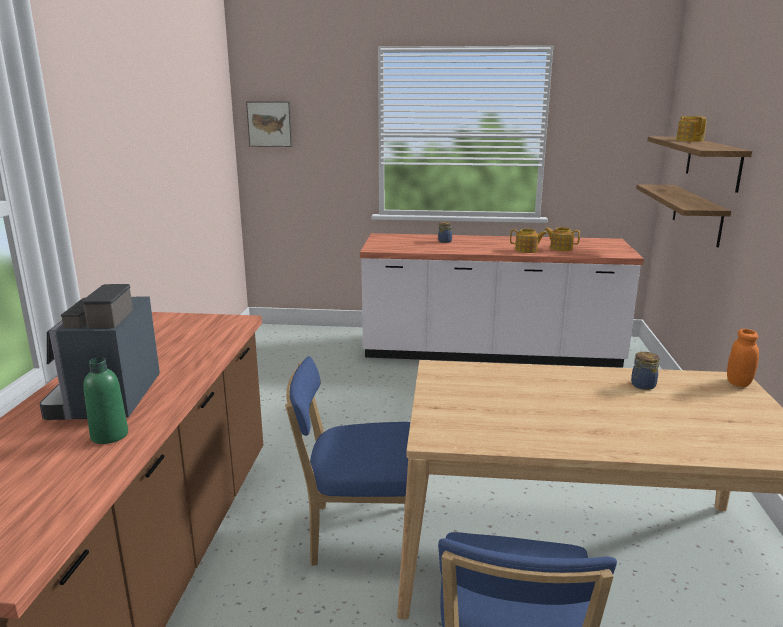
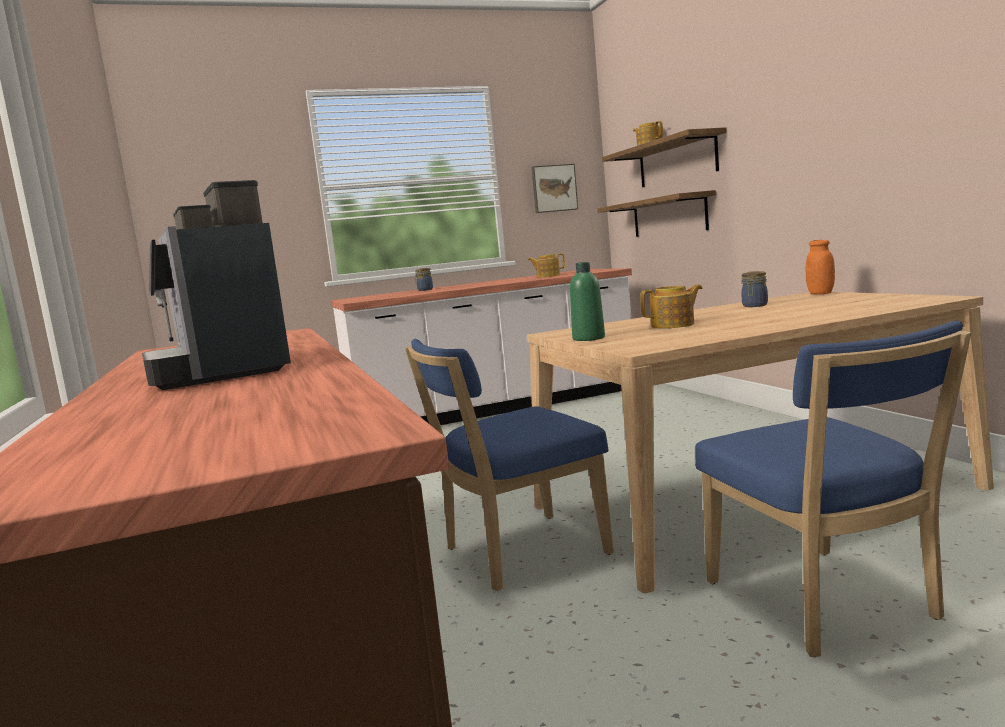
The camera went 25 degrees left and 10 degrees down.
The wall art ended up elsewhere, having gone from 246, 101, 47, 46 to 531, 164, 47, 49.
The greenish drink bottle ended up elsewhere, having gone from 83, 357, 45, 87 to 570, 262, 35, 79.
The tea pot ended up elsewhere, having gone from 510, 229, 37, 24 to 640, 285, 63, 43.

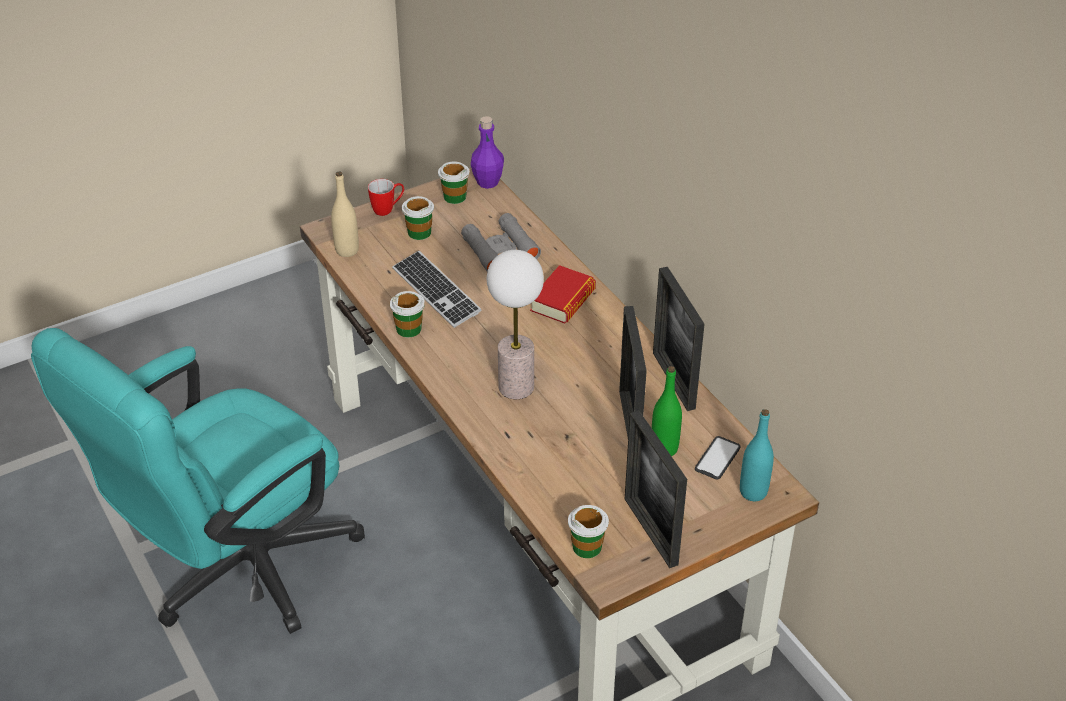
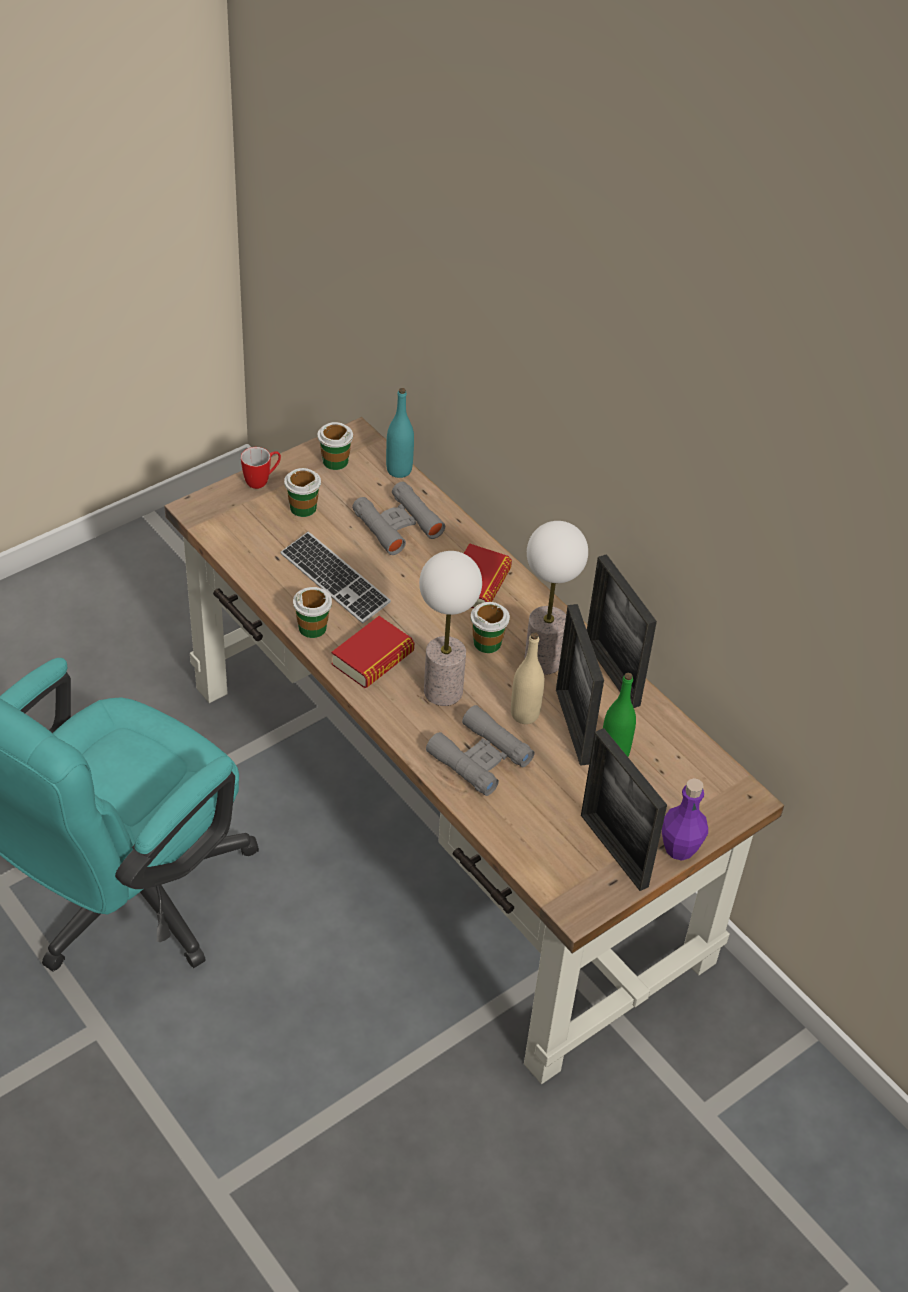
The camera went 10 degrees left and 5 degrees up.
The second view gained the volume at 331, 616, 83, 72.
The blue-green drink bottle ended up elsewhere, having gone from 740, 409, 34, 92 to 386, 388, 28, 90.
The second view gained the grey pair of binoculars at 426, 705, 109, 91.
The cup ended up elsewhere, having gone from 568, 505, 41, 53 to 471, 602, 39, 51.
The sand-coloured drink bottle ended up elsewhere, having gone from 331, 172, 28, 85 to 511, 632, 33, 92.
The second view gained the table lamp at 524, 521, 64, 154.
The purplish drink bottle ended up elsewhere, having gone from 471, 116, 33, 73 to 662, 778, 46, 83.
The second view lost the phone at 695, 436, 45, 44.

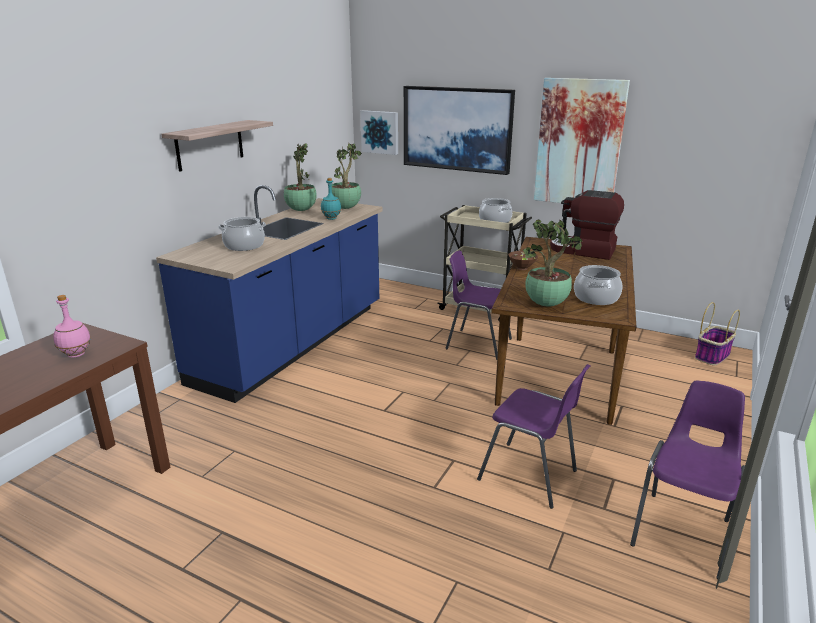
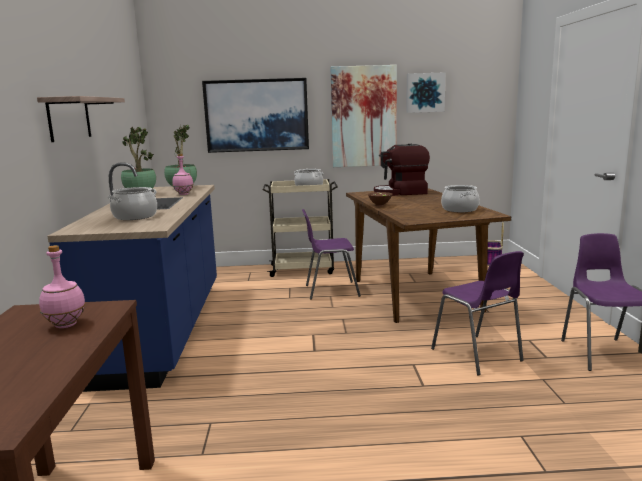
The camera went 30 degrees left and 10 degrees down.
What was the blue-green drink bottle at 321, 178, 20, 42 turned into the pink drink bottle at 172, 154, 22, 41.
The wall art ended up elsewhere, having gone from 360, 110, 38, 45 to 406, 72, 39, 41.
The purplish upright chair at 477, 364, 113, 145 ended up facing another way, 60 degrees clockwise from before.
The second view lost the plant in a pot at 523, 220, 60, 87.

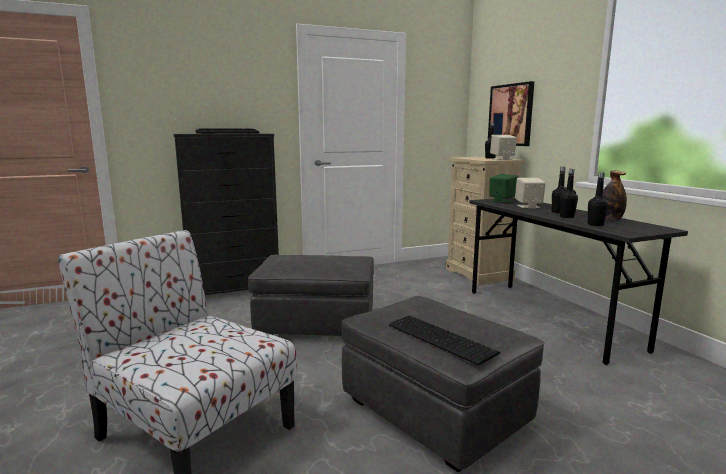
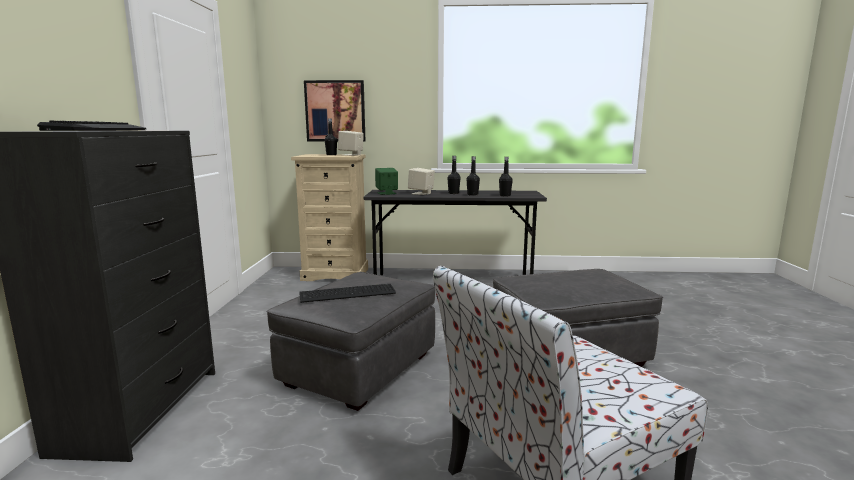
The camera went 65 degrees left and 0 degrees up.
The computer keyboard ended up elsewhere, having gone from 389, 315, 111, 50 to 299, 284, 97, 19.
The second view lost the drink bottle at 603, 170, 24, 51.

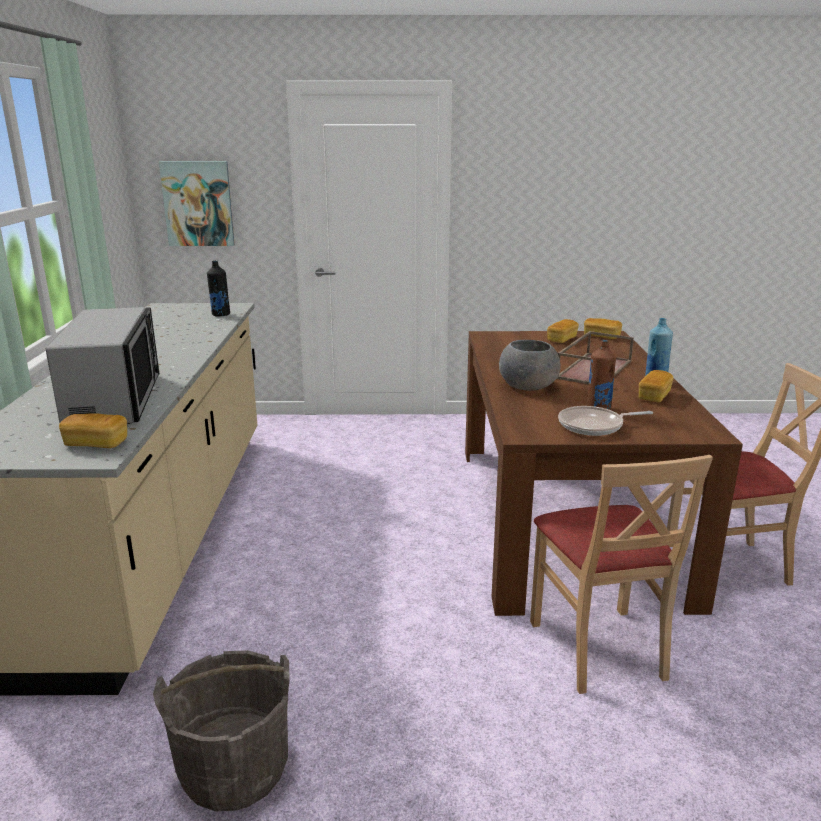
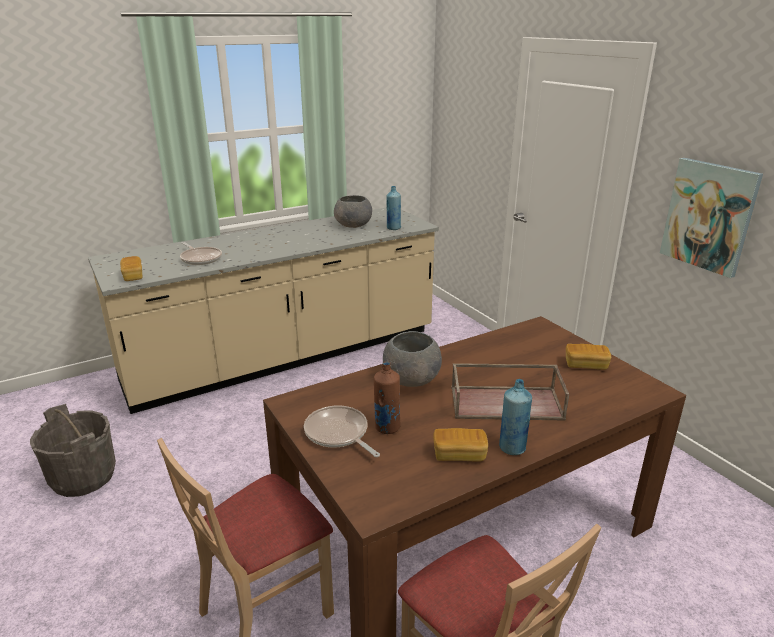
The camera went 60 degrees right and 5 degrees up.
Where the kitchen microwave stood at 46, 307, 114, 117, the skillet came to stand at 180, 242, 42, 23.
The second view gained the grey deep dish at 334, 195, 38, 33.
What was the blackish drink bottle at 207, 261, 23, 56 turned into the blue-coloured drink bottle at 386, 186, 15, 44.
The wall art ended up elsewhere, having gone from 159, 161, 76, 85 to 660, 158, 103, 120.
The second view lost the bread at 584, 318, 38, 21.

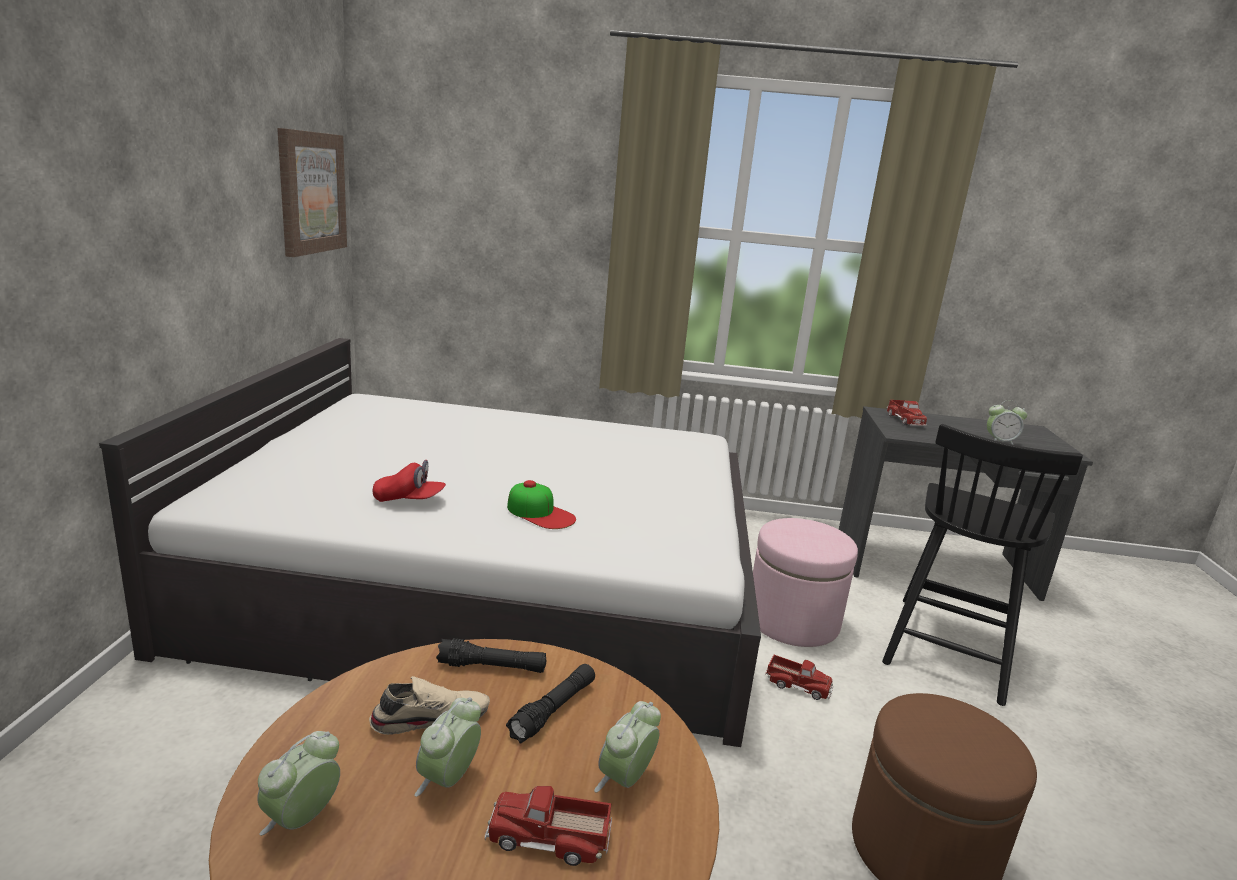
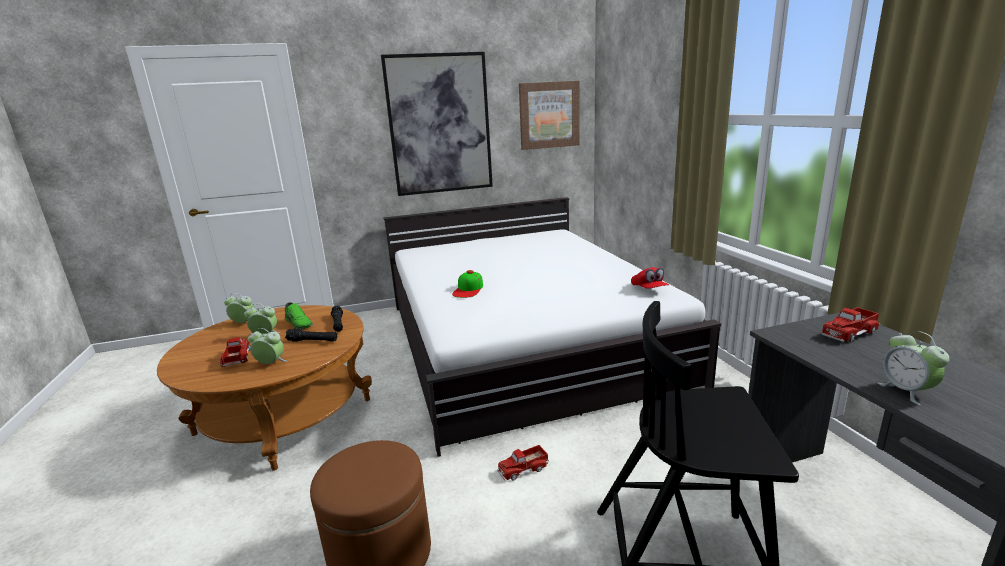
The camera went 70 degrees right and 0 degrees up.
What was the sand-coloured low shoe at 369, 676, 121, 59 turned into the greenish low shoe at 285, 302, 28, 28.
The second view gained the wall art at 381, 52, 112, 144.
The model truck at 765, 655, 68, 45 ended up facing another way, 60 degrees clockwise from before.
The red-coloured cap ended up elsewhere, having gone from 373, 460, 73, 42 to 631, 267, 38, 22.
The second view lost the pink ottoman at 753, 518, 105, 129.

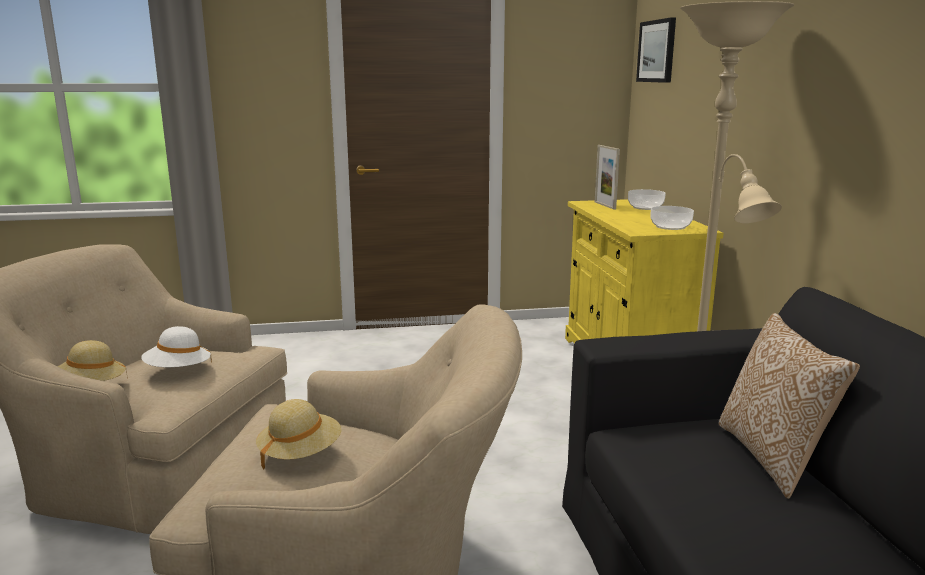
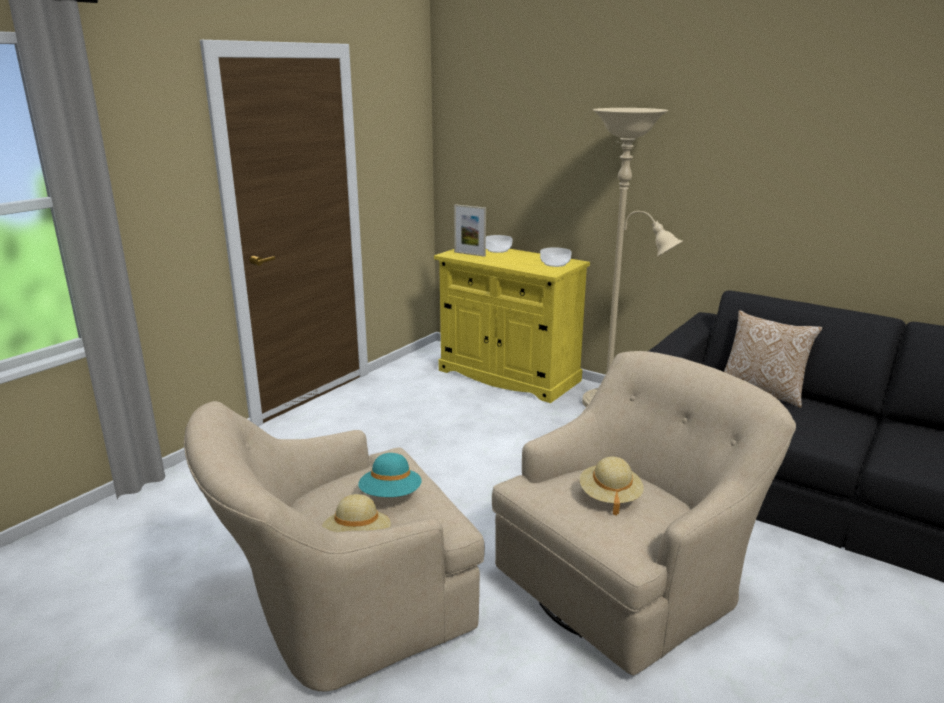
The camera went 45 degrees left and 5 degrees up.
What was the whitish hat at 141, 326, 71, 41 turned into the blue-green hat at 358, 453, 64, 44.
The second view lost the wall art at 636, 17, 40, 66.

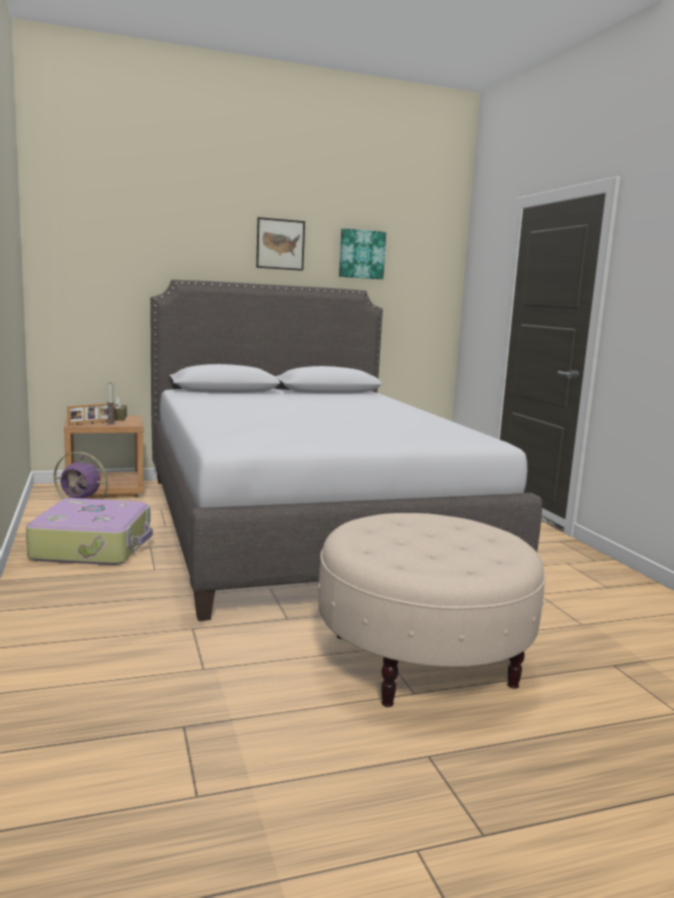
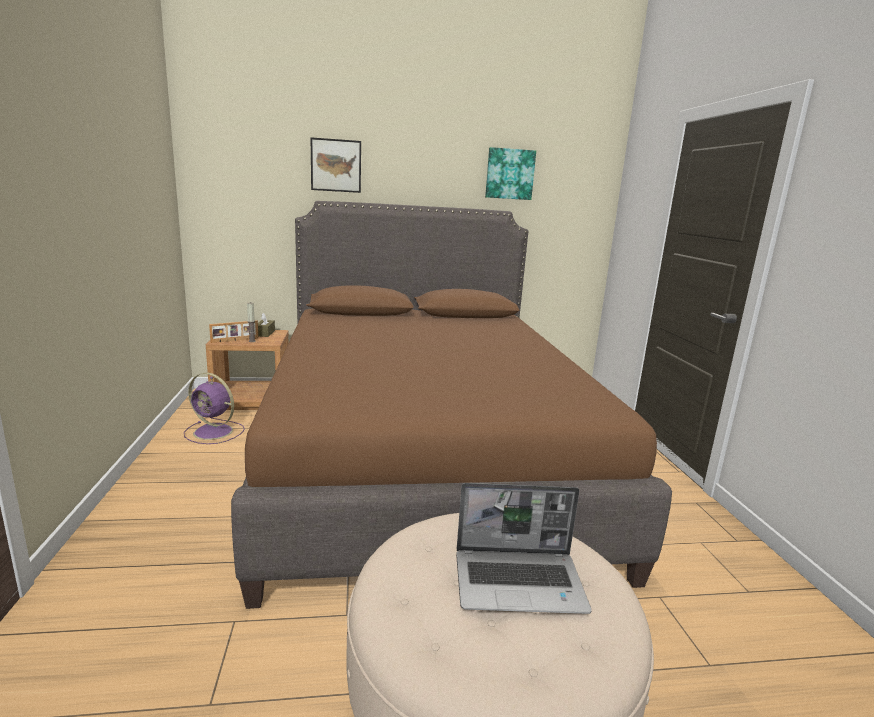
The camera went 10 degrees right and 5 degrees up.
What was the grey sleeping bed at 150, 280, 392, 341 turned into the brown sleeping bed at 231, 201, 441, 408.
The wall art ended up elsewhere, having gone from 256, 217, 49, 54 to 311, 137, 50, 56.
The second view gained the notebook computer at 456, 483, 136, 131.
The second view lost the suitcase at 26, 498, 127, 67.

